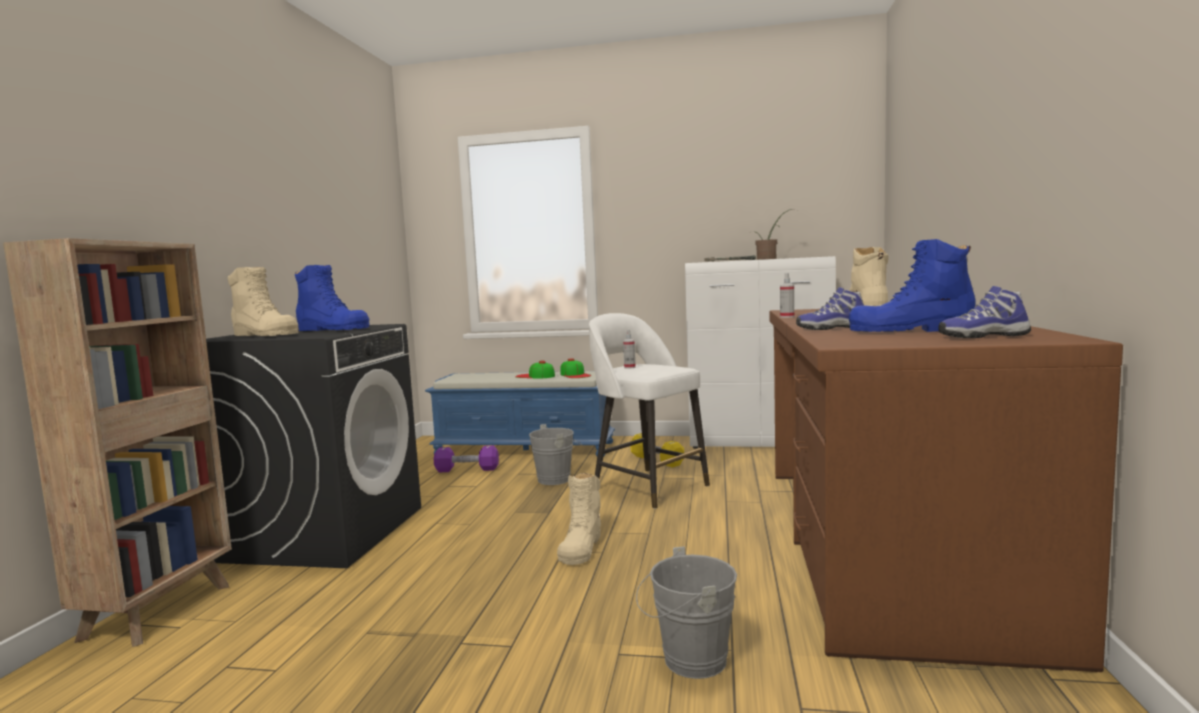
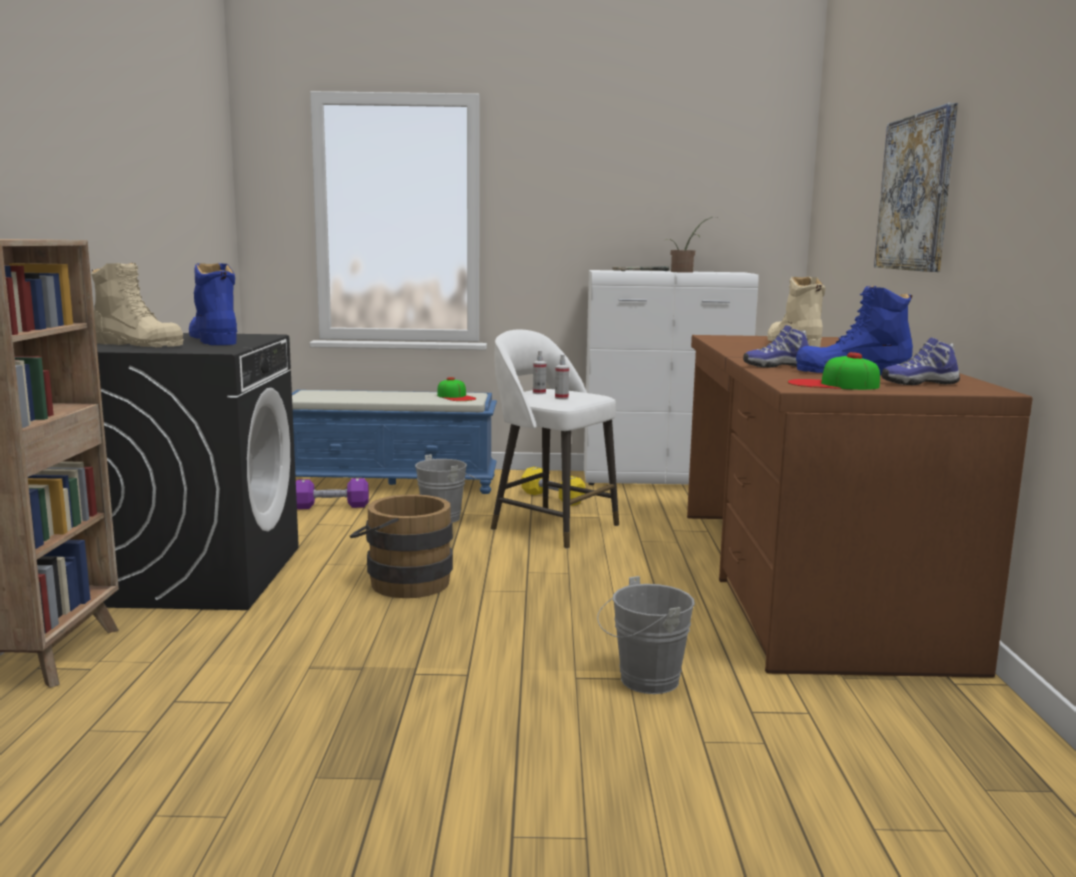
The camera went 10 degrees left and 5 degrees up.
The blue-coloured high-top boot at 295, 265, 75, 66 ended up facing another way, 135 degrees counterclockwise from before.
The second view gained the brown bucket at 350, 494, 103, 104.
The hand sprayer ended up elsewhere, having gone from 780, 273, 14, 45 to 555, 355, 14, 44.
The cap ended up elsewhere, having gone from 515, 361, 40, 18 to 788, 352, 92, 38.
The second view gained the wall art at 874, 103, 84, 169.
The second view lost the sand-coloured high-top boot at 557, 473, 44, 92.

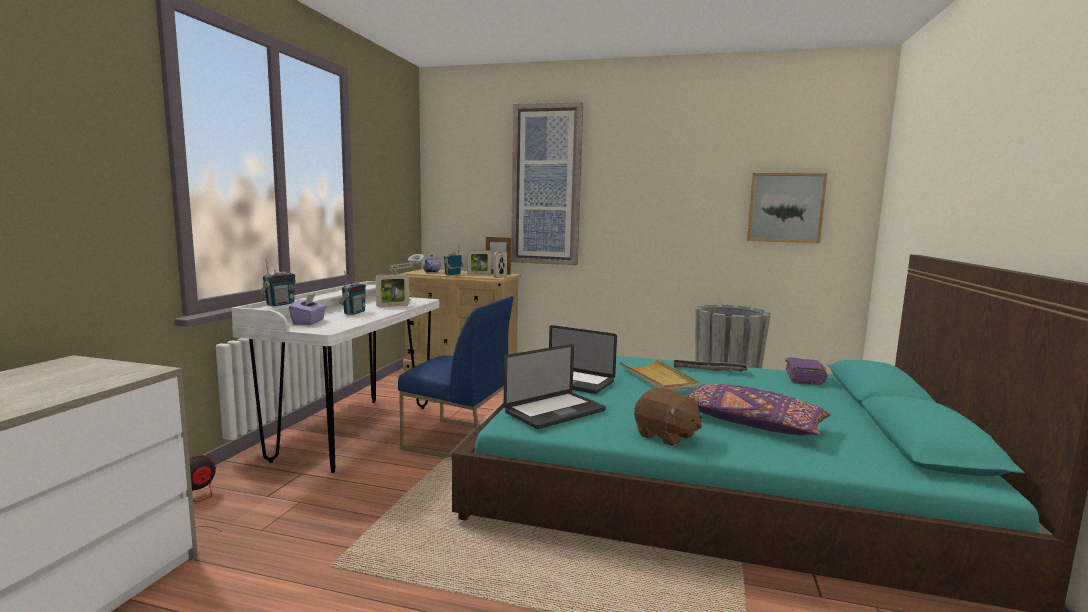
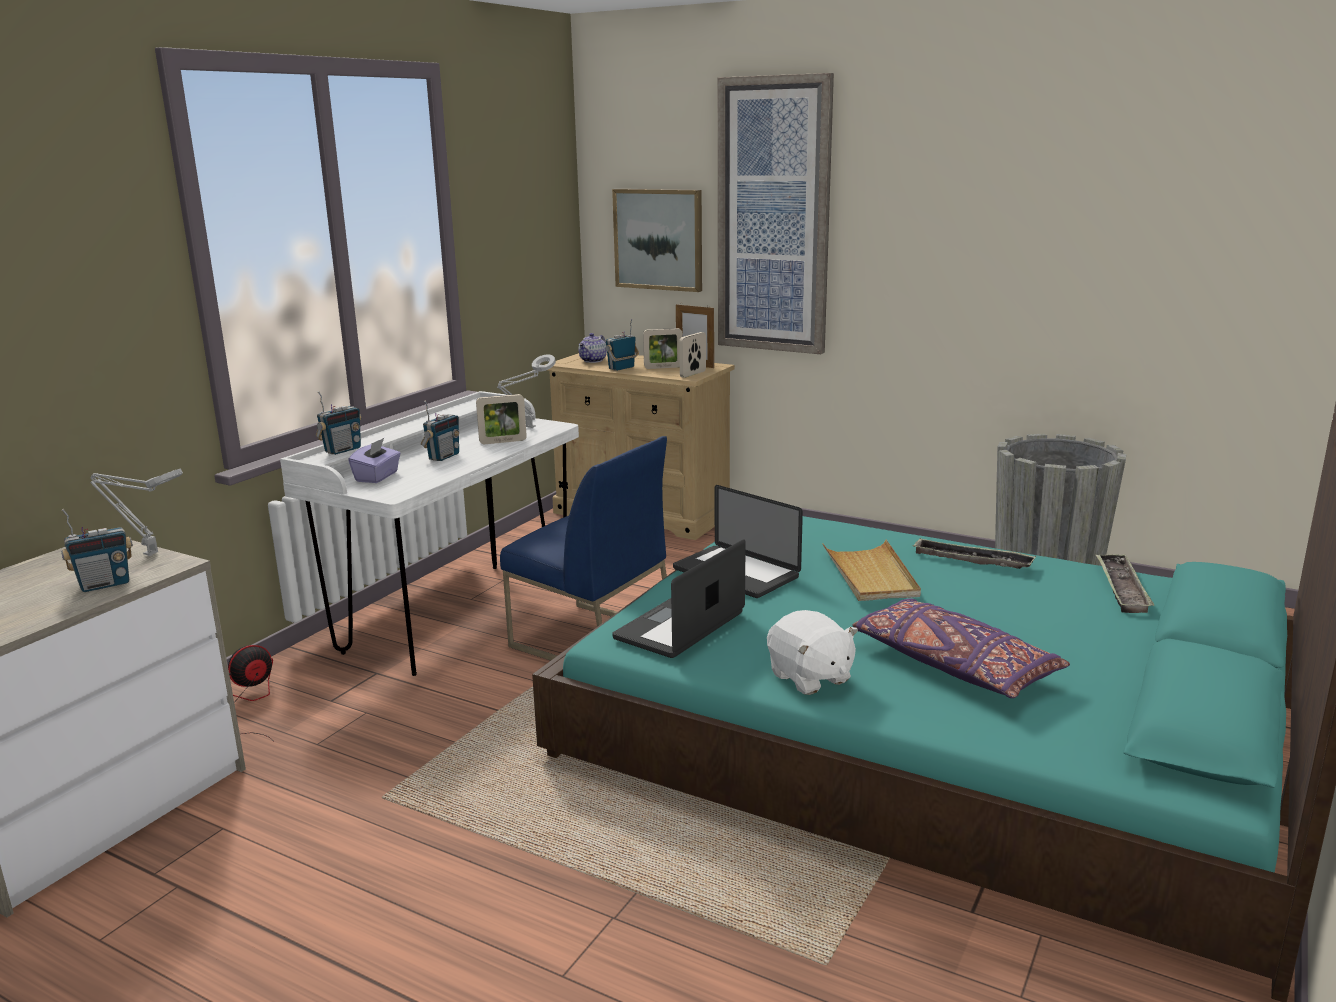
The camera went 15 degrees right and 10 degrees up.
The second view gained the radio receiver at 61, 509, 72, 83.
The second view gained the grey table lamp at 90, 469, 93, 87.
The wall art ended up elsewhere, having gone from 747, 173, 80, 70 to 612, 189, 90, 103.
The notebook computer at 504, 344, 102, 85 ended up facing another way, 150 degrees clockwise from before.
What was the brown cuddly toy at 634, 388, 68, 58 turned into the whitish cuddly toy at 767, 610, 91, 85.
Where the purplish volume stood at 785, 357, 43, 29, the carrying tray came to stand at 1096, 554, 58, 59.

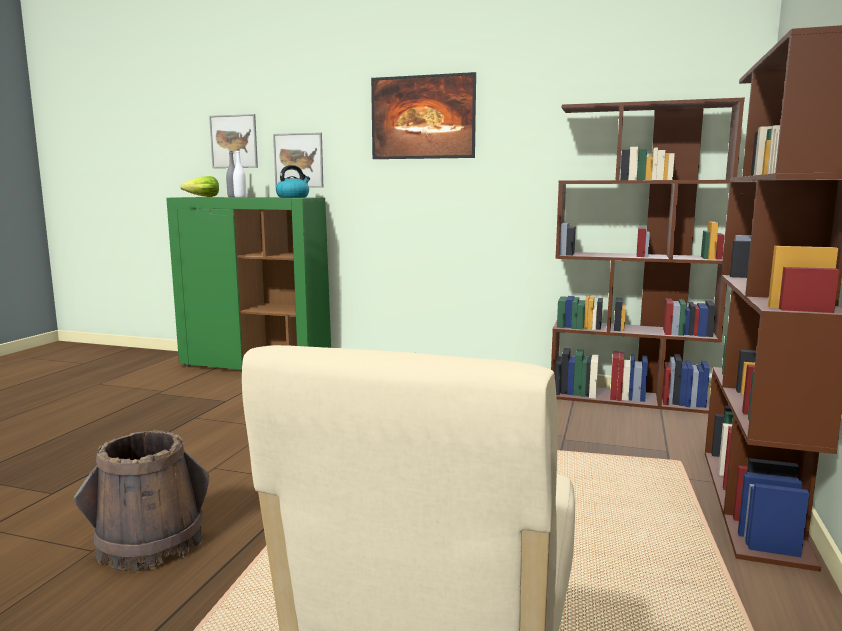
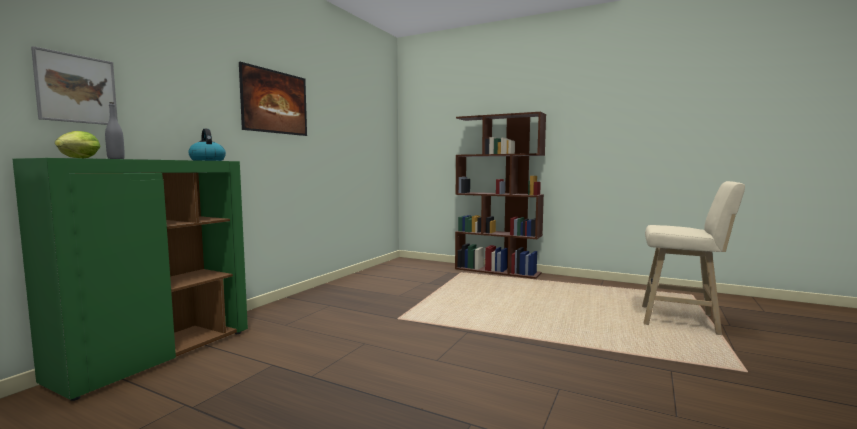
The camera went 80 degrees left and 5 degrees down.
The second view lost the brown bucket at 74, 430, 135, 141.
The second view lost the whitish drink bottle at 233, 149, 13, 48.
The second view lost the wall art at 273, 132, 50, 56.
The second view lost the brown bookshelf at 551, 98, 194, 316.

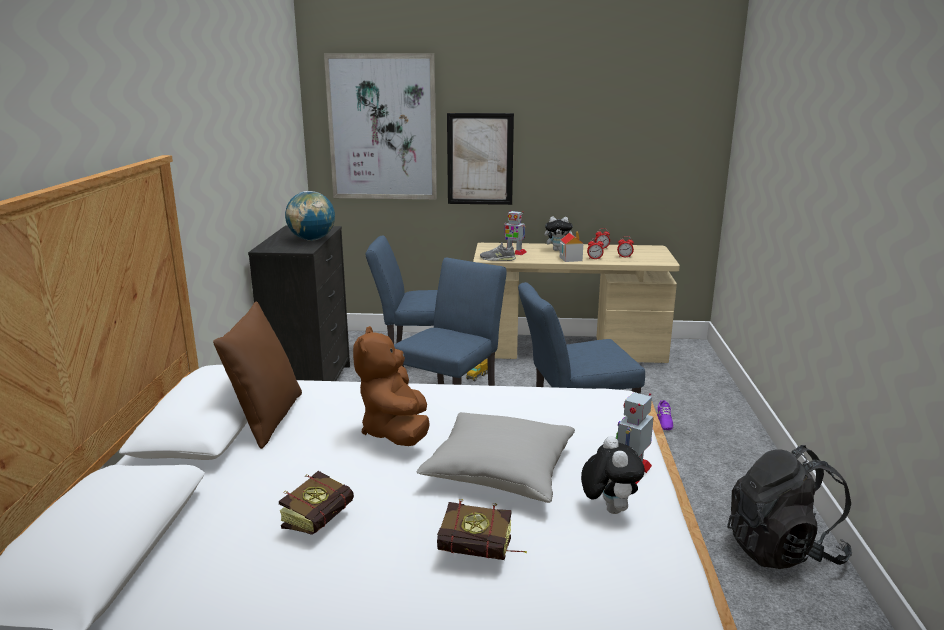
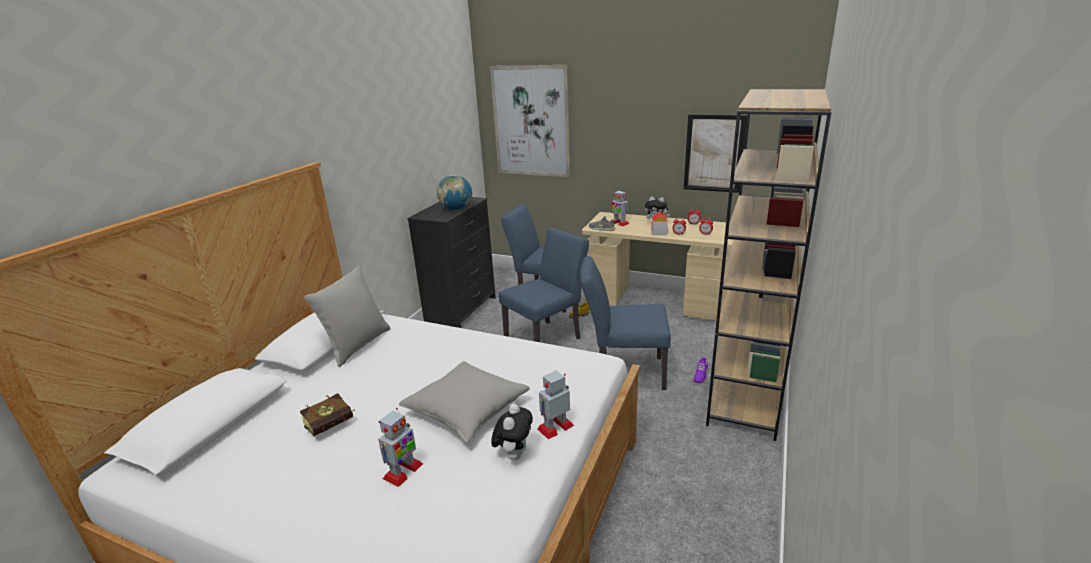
The camera went 20 degrees right and 5 degrees up.
What was the brown cushion at 213, 302, 89, 147 turned into the grey cushion at 304, 266, 87, 101.
Where the volume stood at 437, 499, 90, 61, the model robot came to stand at 378, 408, 45, 79.
The wall art ended up elsewhere, having gone from 447, 113, 67, 92 to 684, 114, 63, 79.
The second view gained the brown bookshelf at 706, 89, 126, 352.
The second view lost the brown cuddly toy at 353, 326, 77, 120.
The second view lost the blackish rucksack at 727, 445, 125, 124.

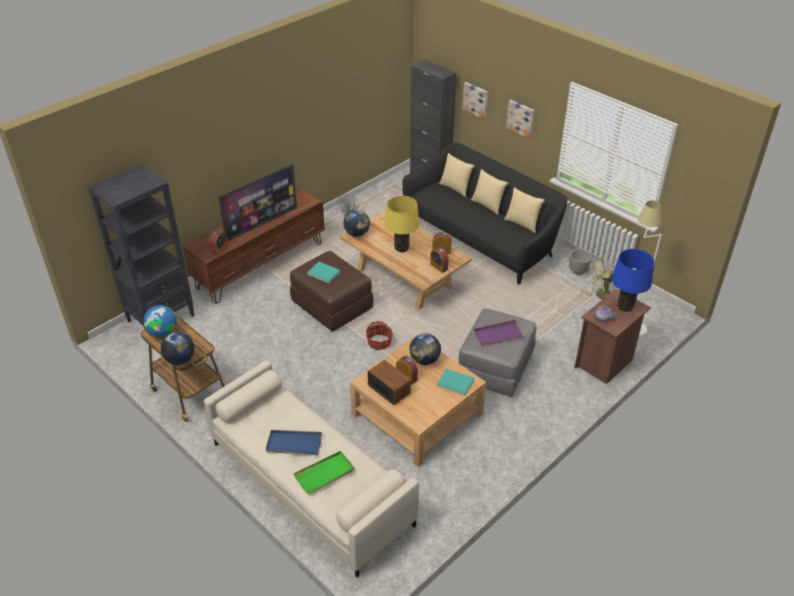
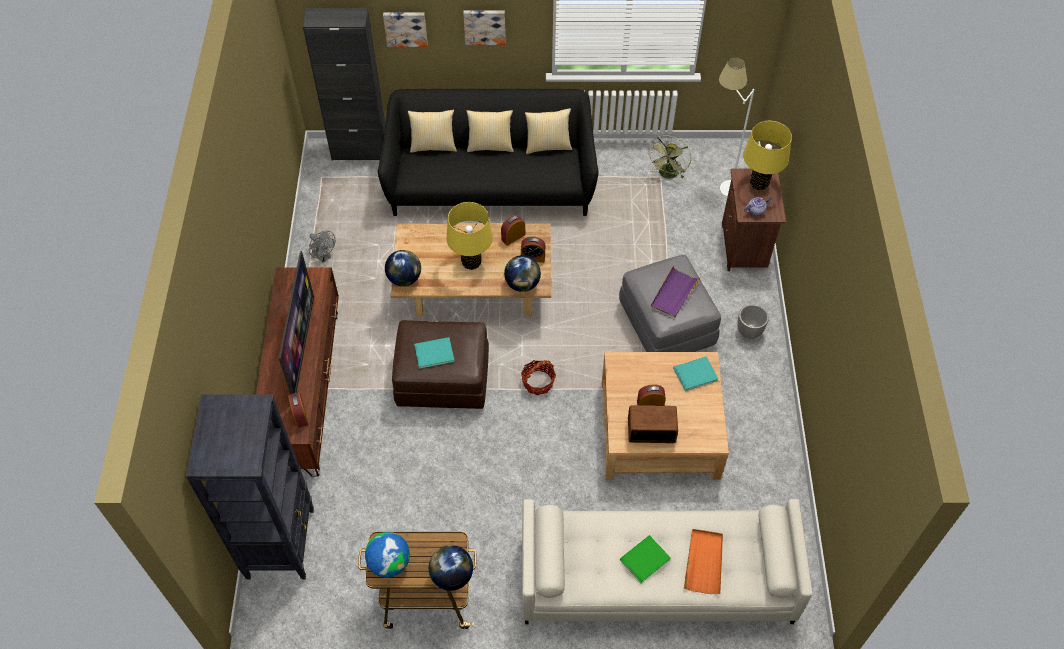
The camera went 45 degrees left and 15 degrees up.
The globe ended up elsewhere, having gone from 410, 333, 31, 32 to 504, 255, 37, 37.
Where the blue-coloured carrying tray stood at 266, 430, 56, 25, the greenish volume came to stand at 620, 535, 51, 48.
What was the greenish carrying tray at 294, 451, 60, 44 turned into the orange carrying tray at 684, 529, 39, 65.
The plant pot ended up elsewhere, having gone from 569, 249, 23, 26 to 737, 304, 32, 35.
What was the blue-coloured table lamp at 612, 249, 42, 63 turned into the yellow-coloured table lamp at 743, 121, 49, 70.

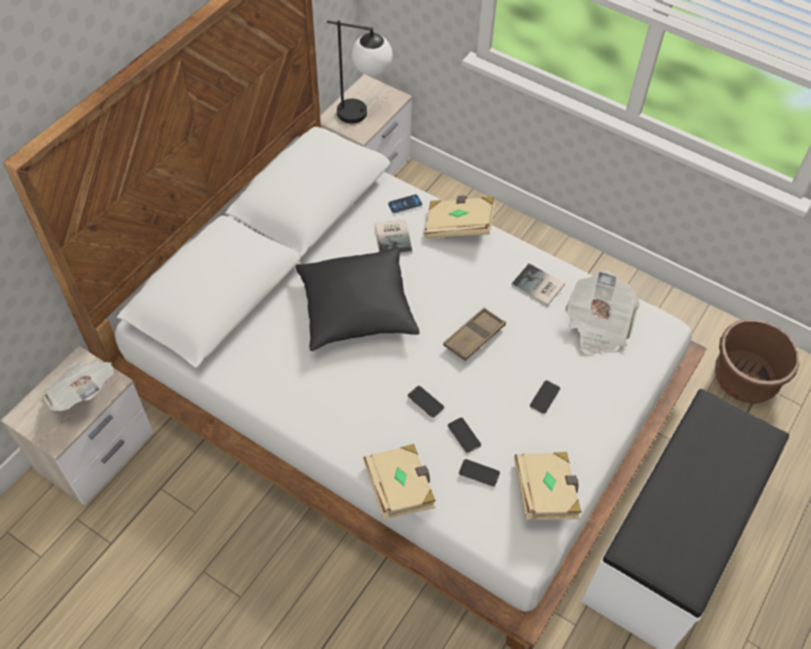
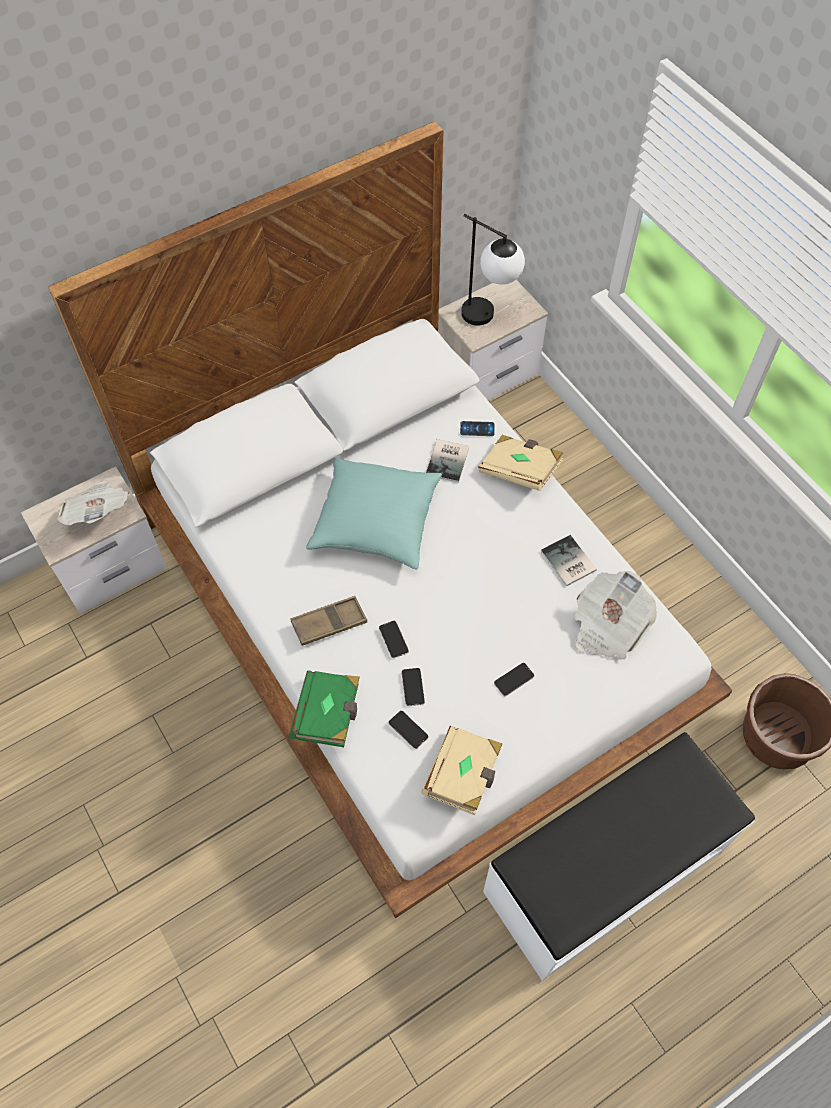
The camera went 25 degrees right and 5 degrees up.
What was the sand-coloured volume at 363, 444, 73, 76 turned into the greenish volume at 289, 670, 71, 77.
The brown carrying tray ended up elsewhere, having gone from 443, 307, 63, 54 to 290, 596, 77, 50.
What was the blackish cushion at 296, 247, 124, 104 turned into the blue-green cushion at 306, 457, 136, 112.

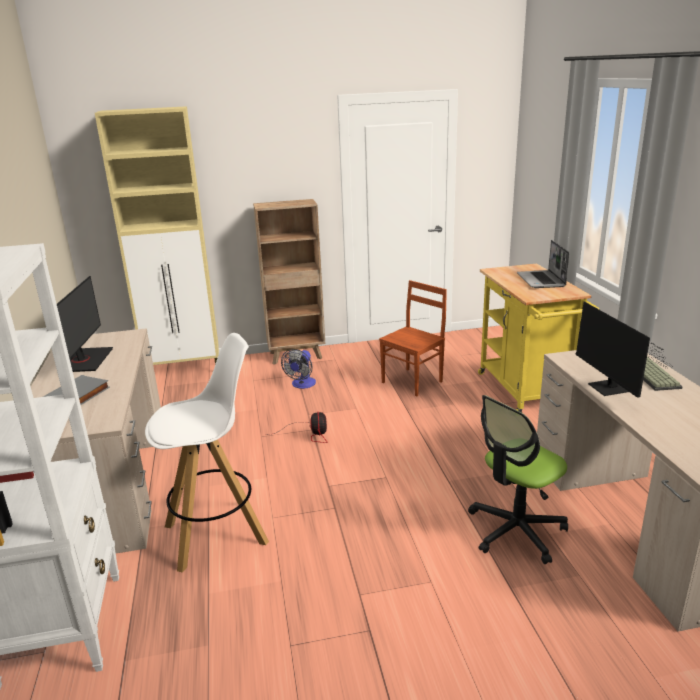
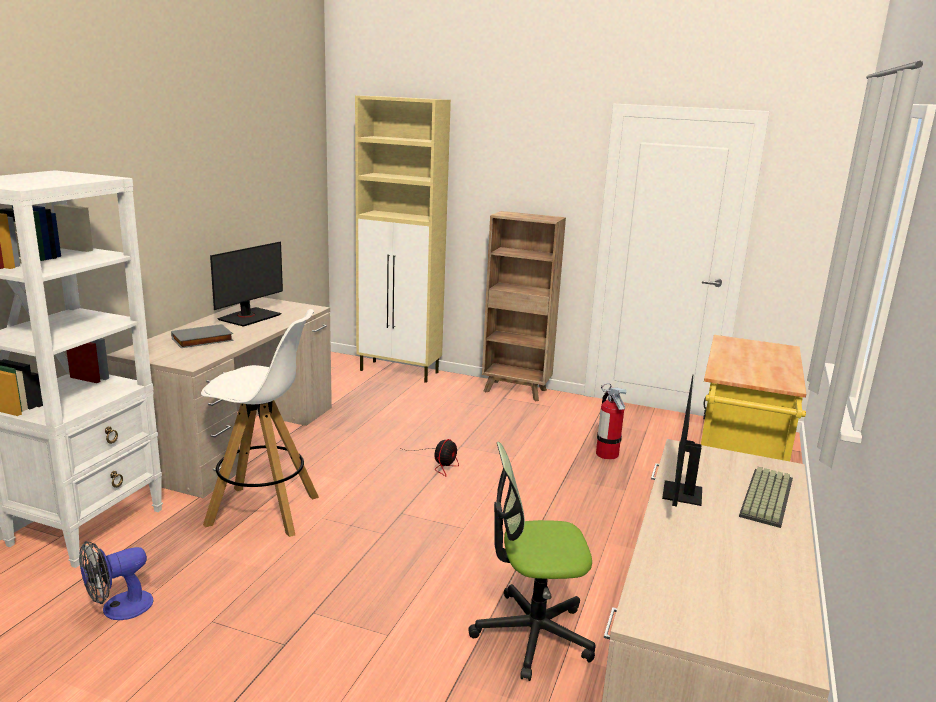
The camera went 30 degrees right and 5 degrees down.
The cooling fan ended up elsewhere, having gone from 281, 349, 35, 40 to 79, 541, 74, 79.
Where the brown upright chair stood at 379, 280, 68, 116, the fire-fighting cylinder came to stand at 596, 383, 30, 77.
The second view lost the notebook computer at 517, 240, 52, 48.

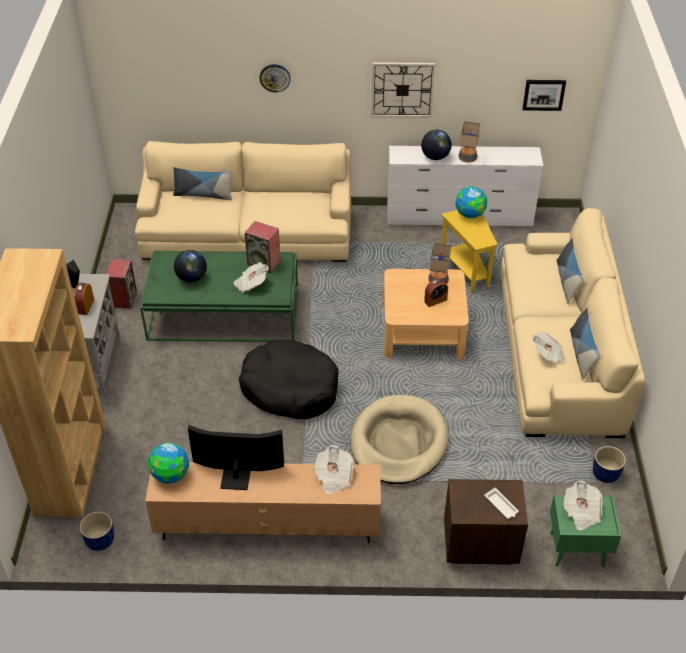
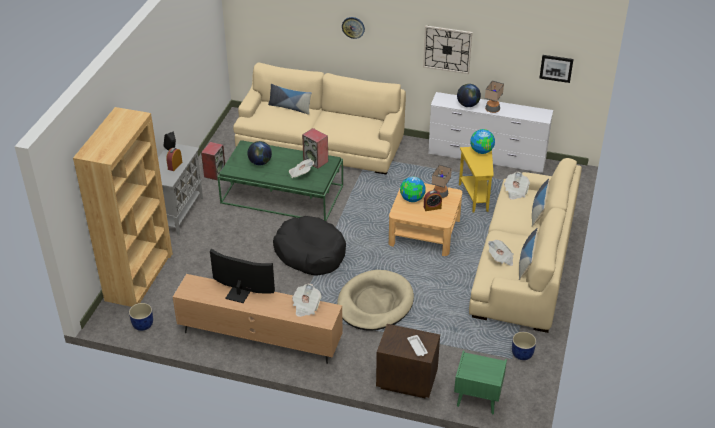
The camera went 15 degrees right and 5 degrees down.
The globe ended up elsewhere, having gone from 148, 443, 41, 41 to 400, 177, 26, 25.
The printed paper ended up elsewhere, having gone from 563, 481, 40, 49 to 504, 172, 26, 28.

